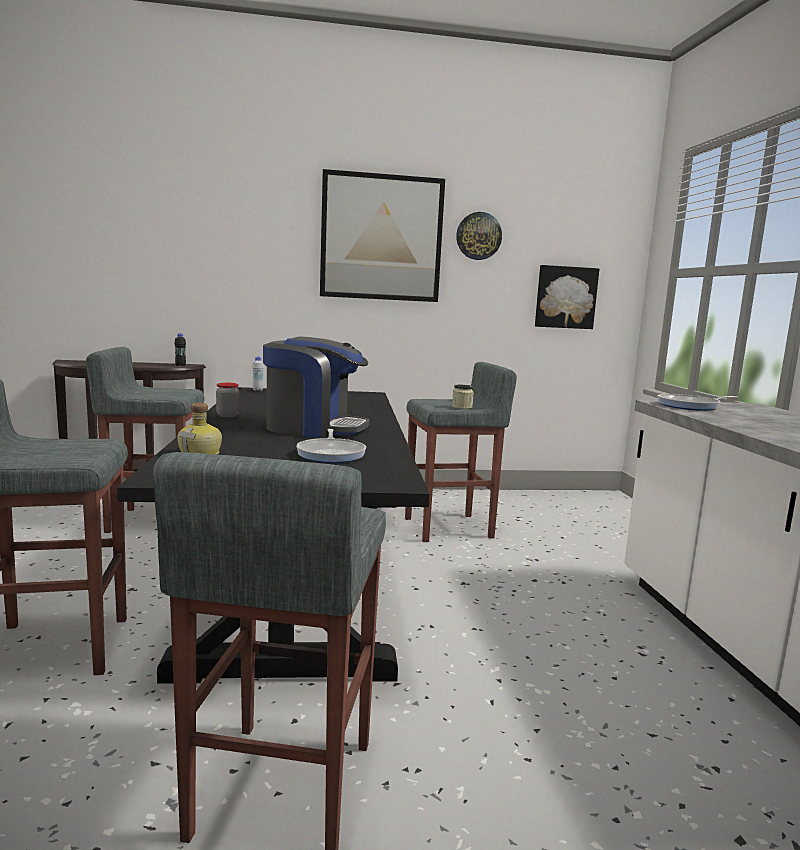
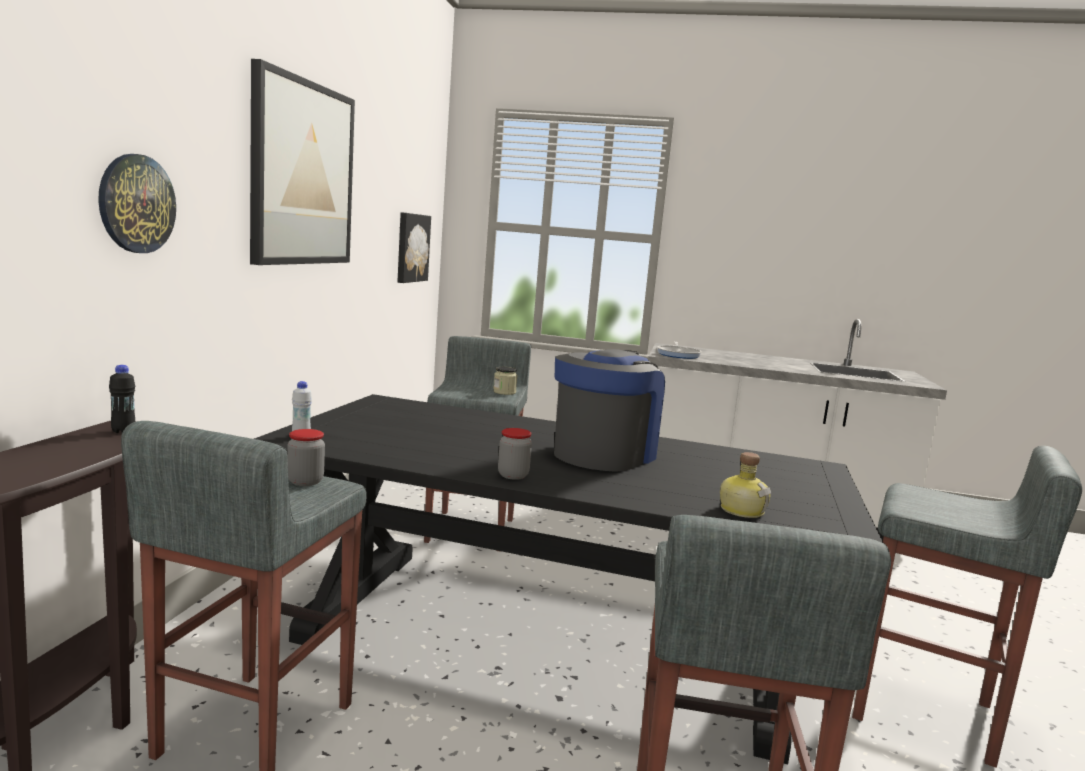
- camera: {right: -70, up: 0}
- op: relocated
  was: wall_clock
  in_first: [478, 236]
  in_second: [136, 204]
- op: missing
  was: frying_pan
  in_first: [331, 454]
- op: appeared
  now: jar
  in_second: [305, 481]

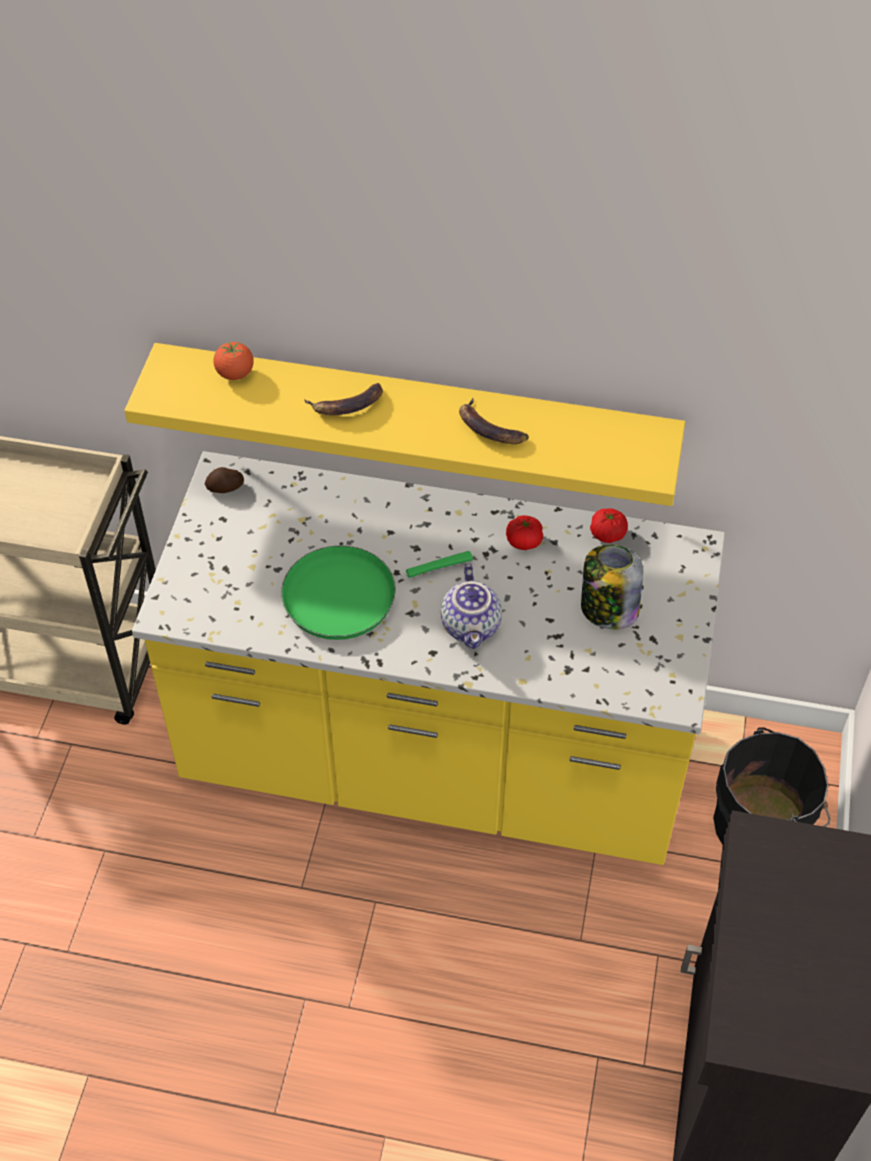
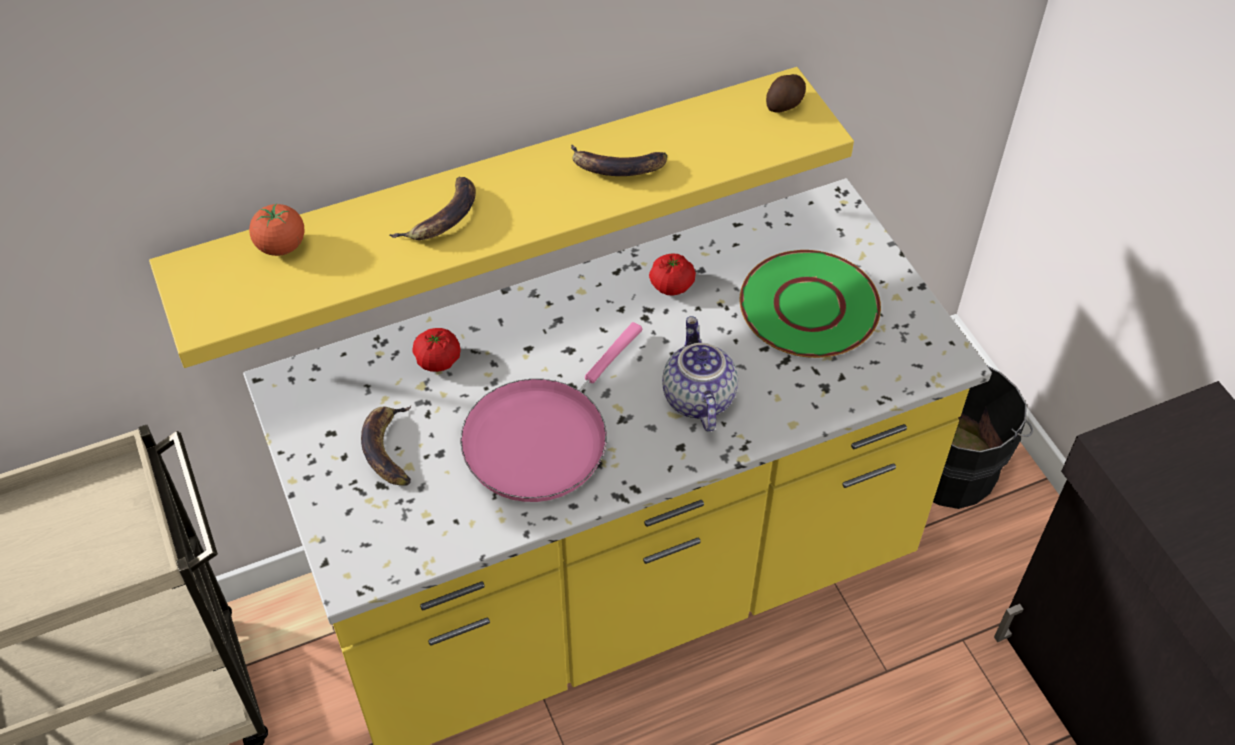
- camera: {right: -35, up: 0}
- op: relocated
  was: potato
  in_first: [225, 488]
  in_second: [786, 104]
- op: relocated
  was: tomato
  in_first: [607, 534]
  in_second: [438, 360]
- op: colour
  was: green_frying_pan
  now: pink_frying_pan
  in_first: [349, 595]
  in_second: [542, 437]
- op: exchanged
  was: jar
  now: green_plate
  in_first: [608, 609]
  in_second: [809, 307]
- op: spun
  was: teapot
  in_first: [472, 626]
  in_second: [696, 397]
  clockwise: -150
- op: appeared
  now: banana
  in_second: [389, 448]

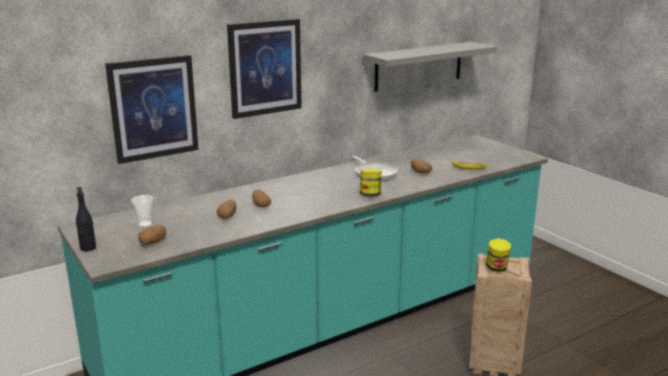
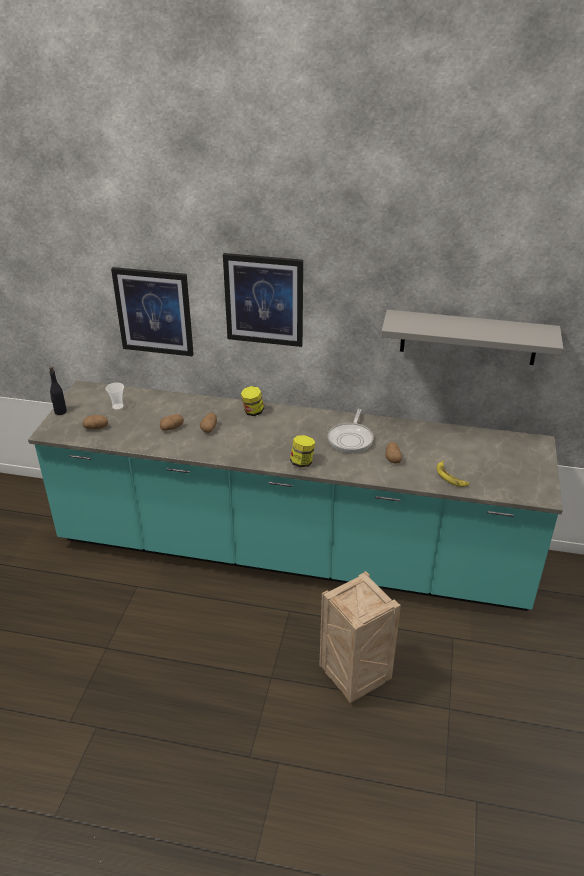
- camera: {right: 45, up: 15}
- op: relocated
  was: jar
  in_first: [497, 268]
  in_second: [253, 412]

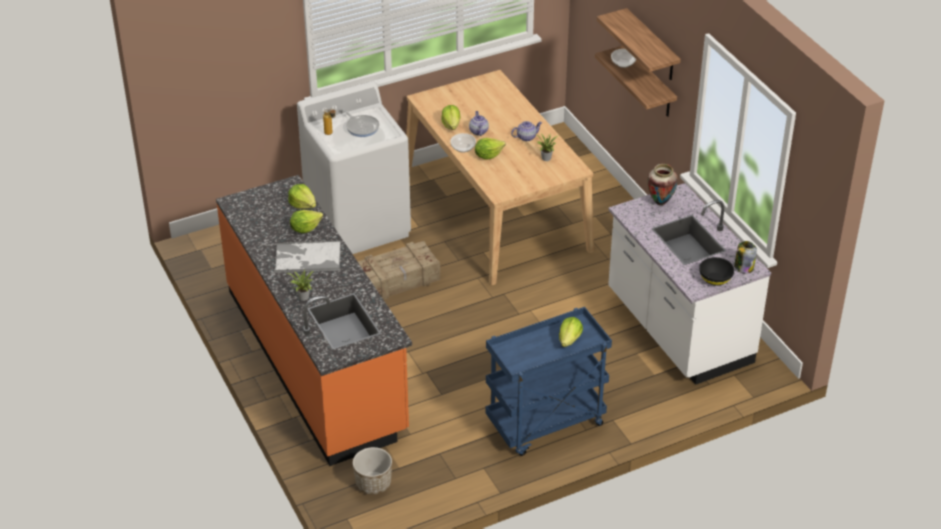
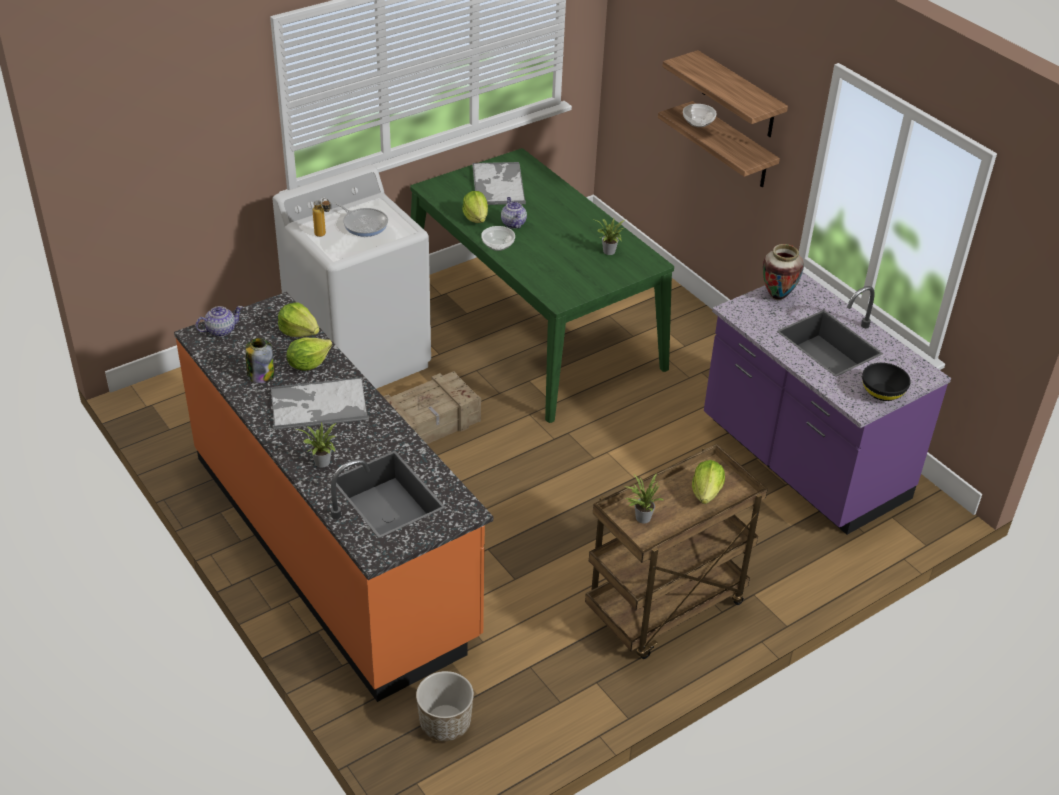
- camera: {right: -10, up: 0}
- op: colour
  was: beige_dining_table
  now: green_dining_table
  in_first: [496, 210]
  in_second: [533, 325]
- op: relocated
  was: teapot
  in_first: [526, 137]
  in_second: [220, 330]
- op: missing
  was: lettuce
  in_first: [488, 155]
- op: colour
  was: white_counter
  now: purple_counter
  in_first: [677, 329]
  in_second: [802, 462]
- op: relocated
  was: jar
  in_first: [743, 267]
  in_second: [260, 375]
- op: colour
  was: blue_cart
  now: brown_cart
  in_first: [545, 424]
  in_second: [665, 609]
- op: appeared
  now: tray
  in_second: [498, 184]
- op: appeared
  now: potted_plant
  in_second: [641, 517]

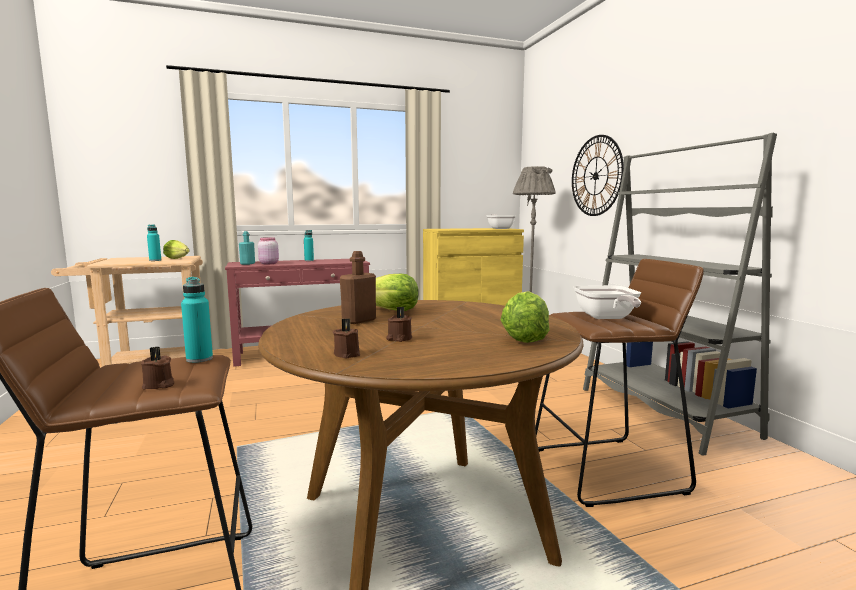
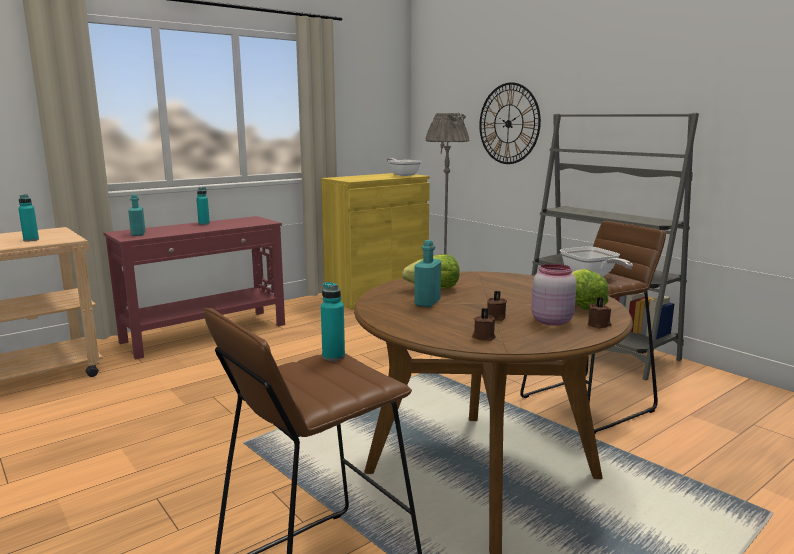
- camera: {right: -20, up: 5}
- op: relocated
  was: pink_jar
  in_first: [268, 263]
  in_second: [550, 321]
- op: missing
  was: lettuce
  in_first: [178, 259]
- op: colour
  was: brown_bottle
  now: turquoise_bottle
  in_first: [359, 320]
  in_second: [427, 303]
- op: relocated
  was: brown_candle
  in_first: [159, 385]
  in_second: [599, 325]

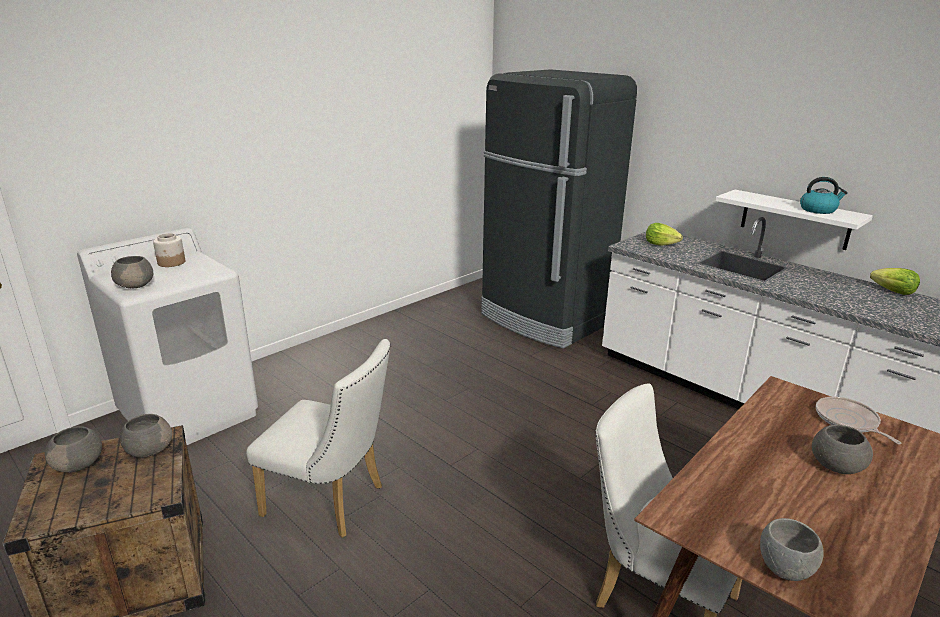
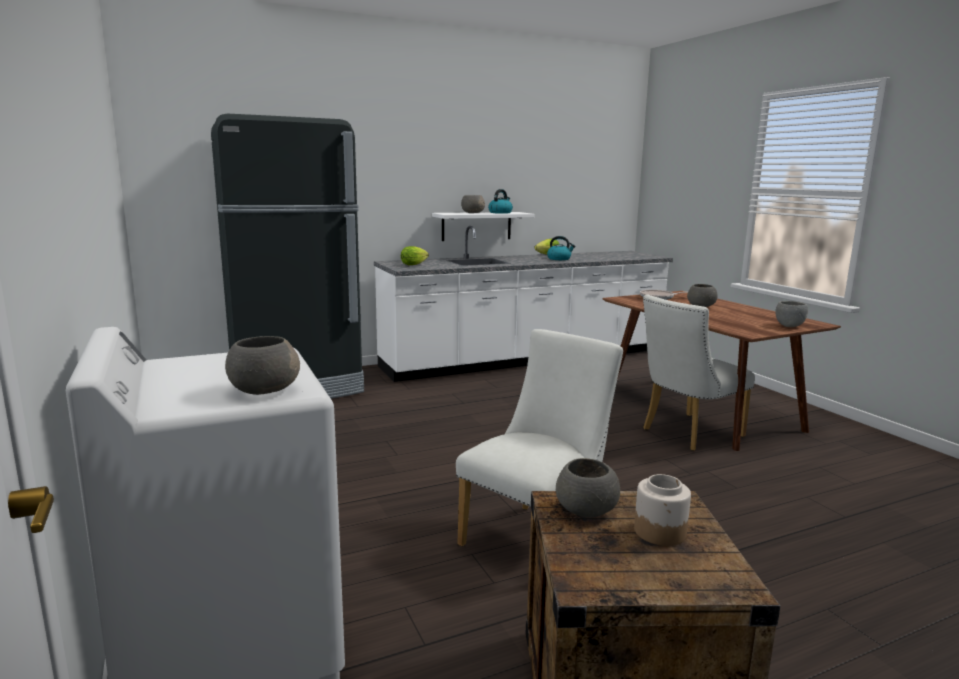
- camera: {right: -70, up: -10}
- op: relocated
  was: jar
  in_first: [171, 262]
  in_second: [660, 532]
- op: relocated
  was: grey_bowl
  in_first: [79, 464]
  in_second: [472, 213]
- op: appeared
  now: kettle
  in_second: [559, 259]

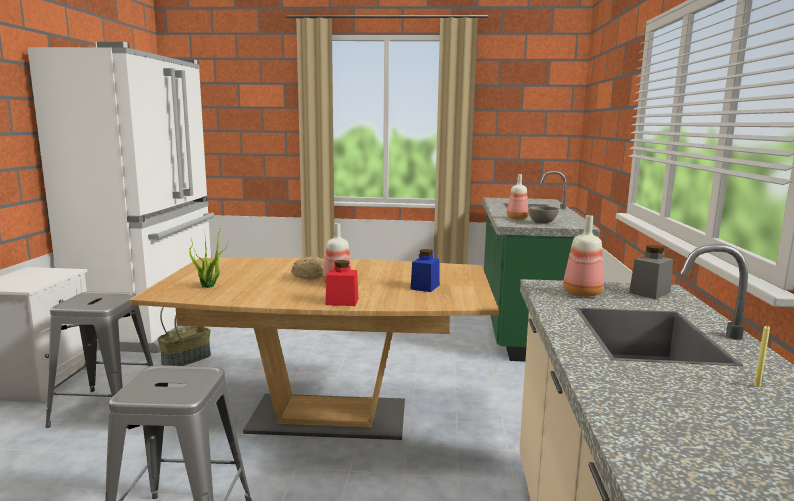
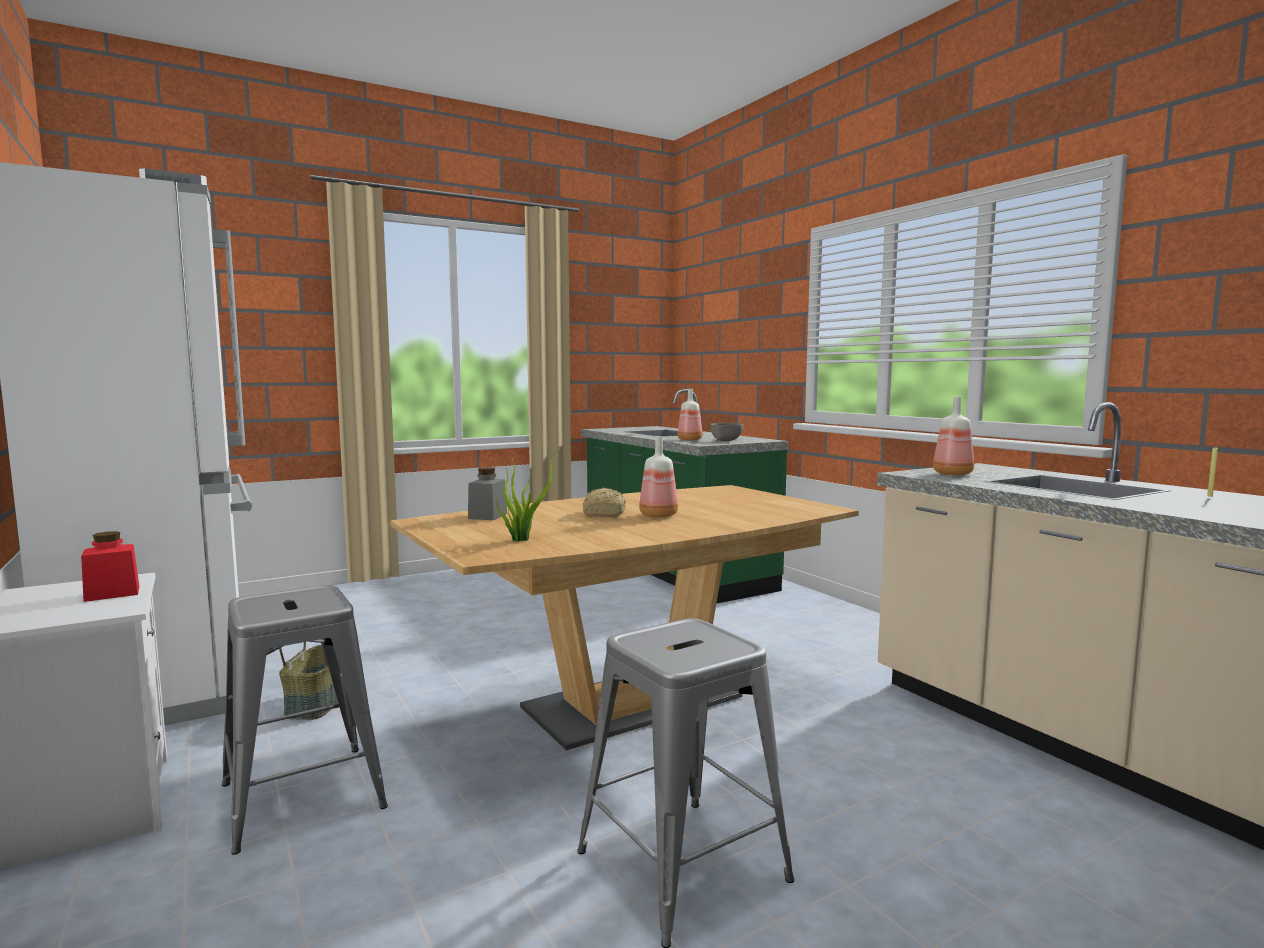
- camera: {right: -35, up: -5}
- op: relocated
  was: grey_jar
  in_first: [649, 292]
  in_second: [487, 516]
- op: missing
  was: blue_jar
  in_first: [425, 287]
- op: relocated
  was: red_jar
  in_first: [342, 302]
  in_second: [112, 593]

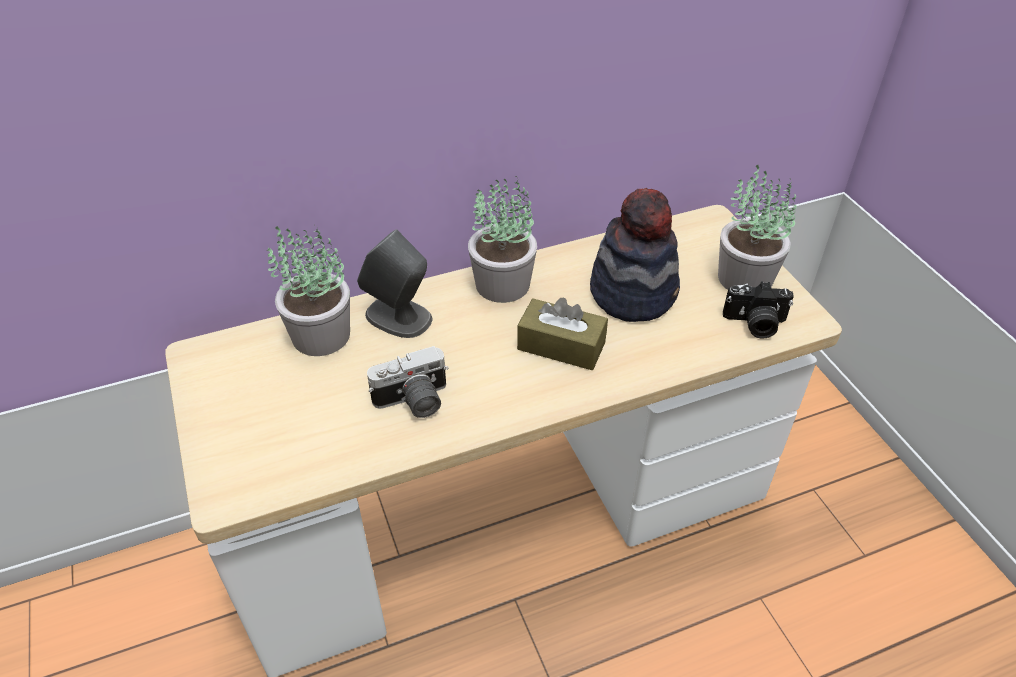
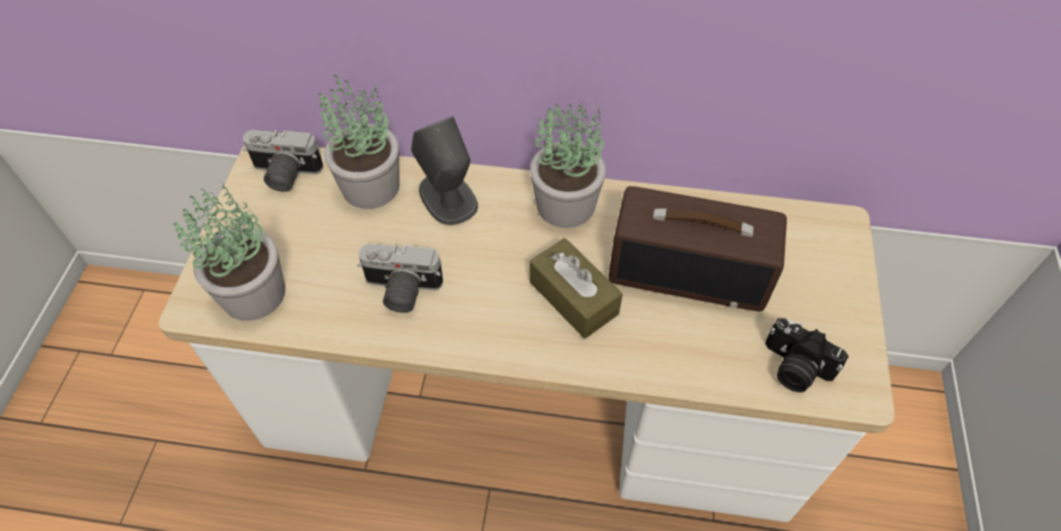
- camera: {right: 30, up: 10}
- op: relocated
  was: potted_plant
  in_first: [743, 278]
  in_second: [252, 292]
- op: exchanged
  was: hat
  now: radio
  in_first: [633, 292]
  in_second: [689, 271]
- op: appeared
  now: photo_camera
  in_second: [284, 175]

